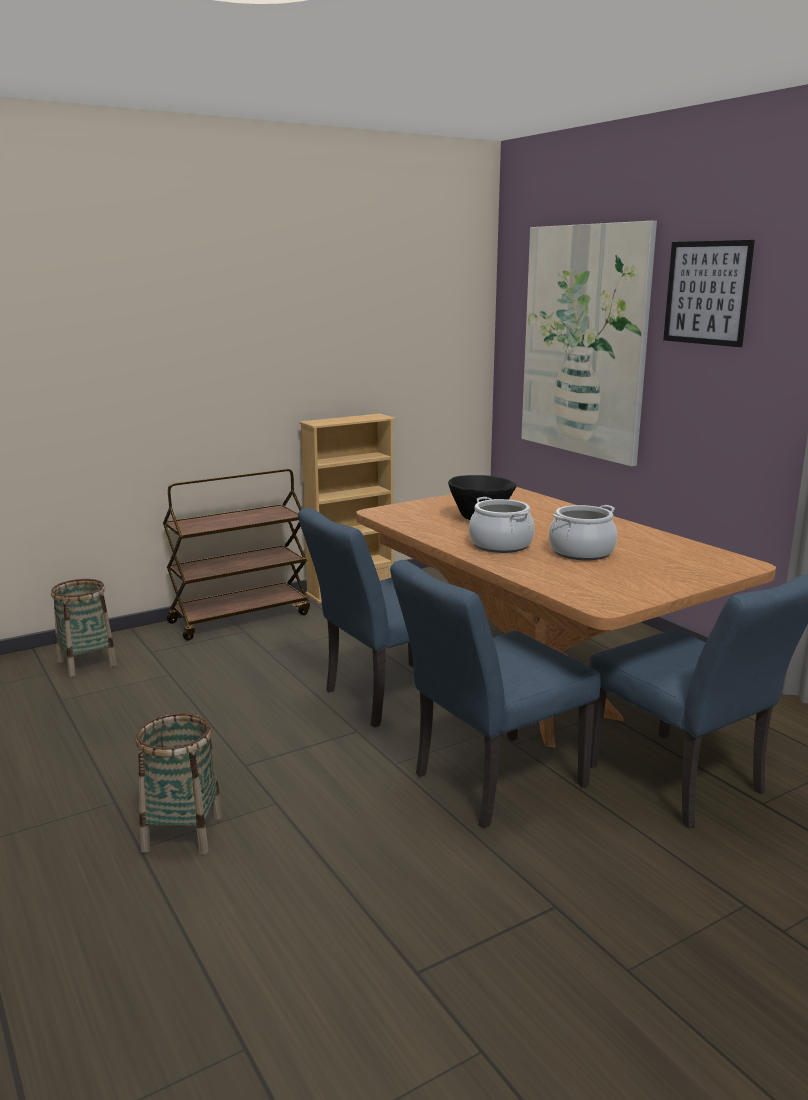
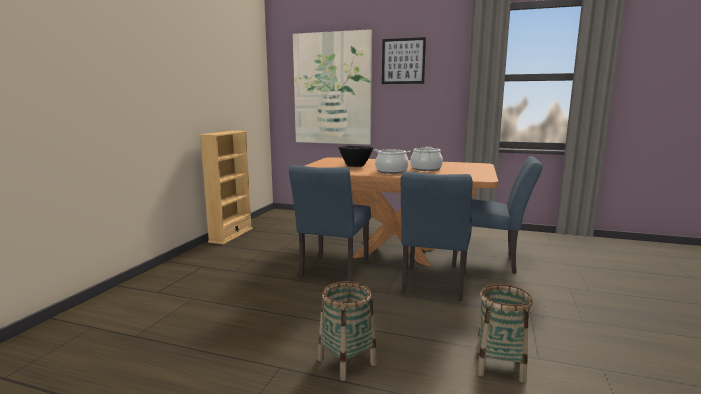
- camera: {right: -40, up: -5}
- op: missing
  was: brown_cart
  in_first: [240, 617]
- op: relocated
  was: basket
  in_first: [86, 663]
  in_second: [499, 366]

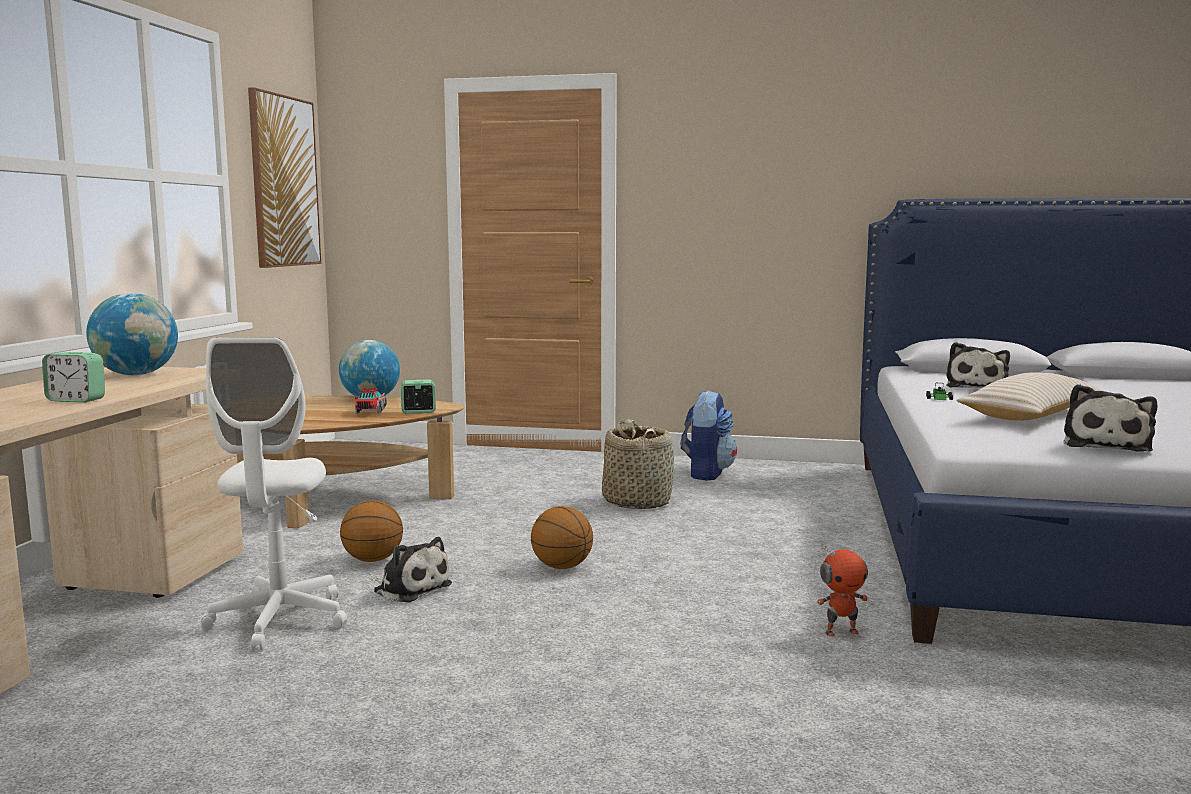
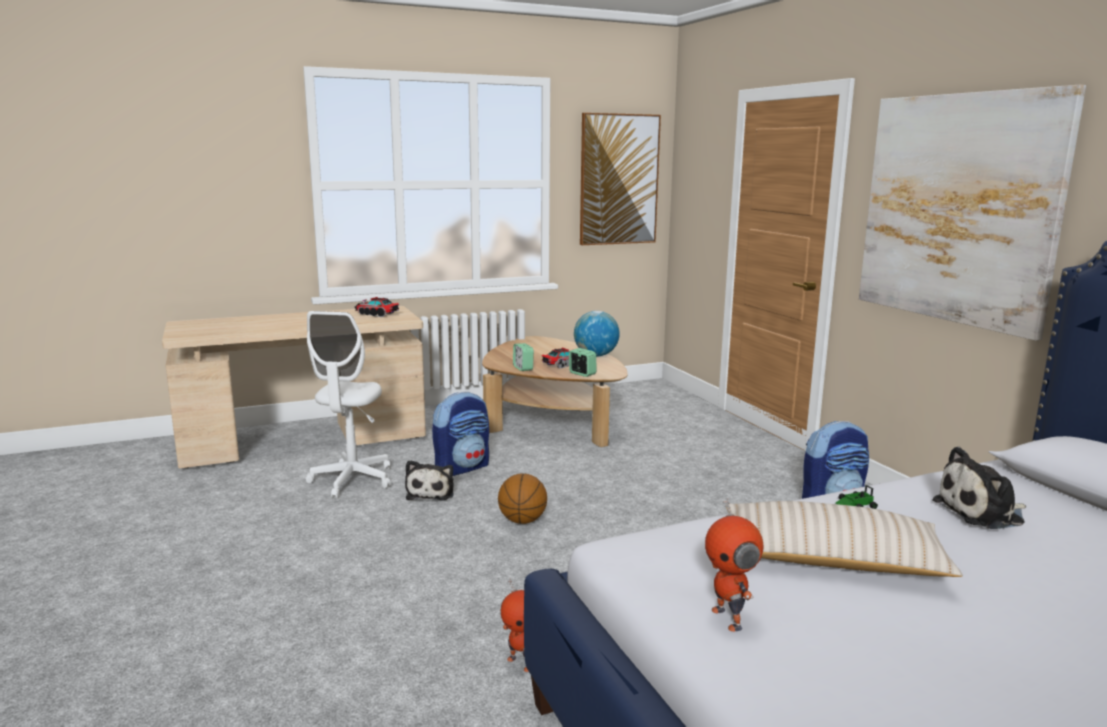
- camera: {right: 55, up: 5}
- op: exchanged
  was: globe
  now: toy_truck
  in_first: [136, 375]
  in_second: [377, 315]
- op: spun
  was: white_office_chair
  in_first: [280, 620]
  in_second: [352, 480]
  clockwise: -45
- op: relocated
  was: alarm_clock
  in_first: [76, 400]
  in_second: [523, 368]
- op: exchanged
  was: plush_toy
  now: toy_robot
  in_first: [1106, 445]
  in_second: [729, 618]
- op: missing
  was: basket
  in_first: [637, 501]
- op: exchanged
  was: basketball
  now: backpack
  in_first: [372, 560]
  in_second: [462, 467]
- op: appeared
  now: picture
  in_second: [957, 209]

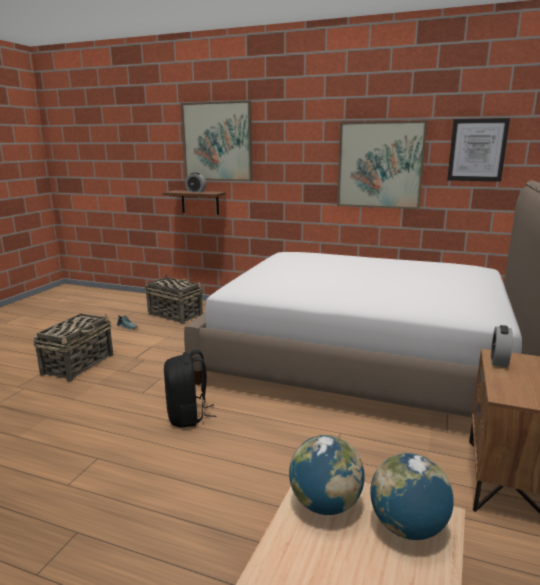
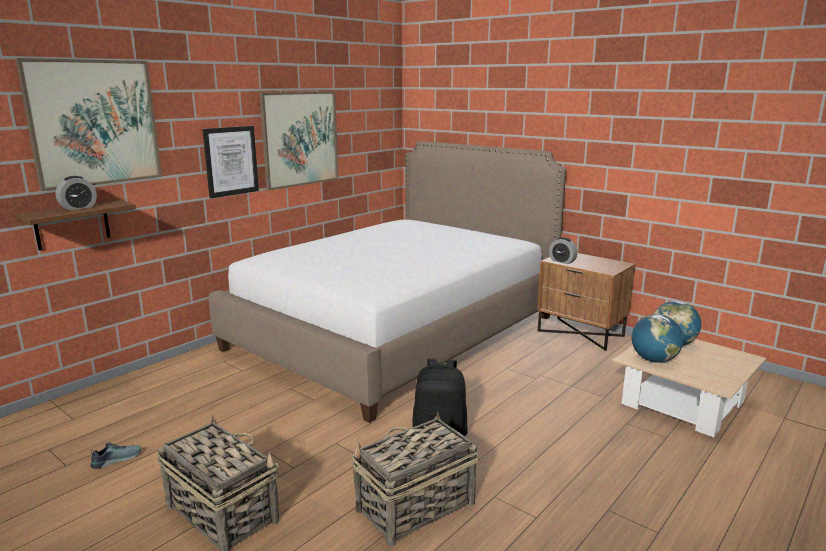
- camera: {right: -70, up: 0}
- op: relocated
  was: picture
  in_first: [477, 150]
  in_second: [231, 161]
- op: relocated
  was: basket
  in_first: [175, 315]
  in_second: [414, 507]

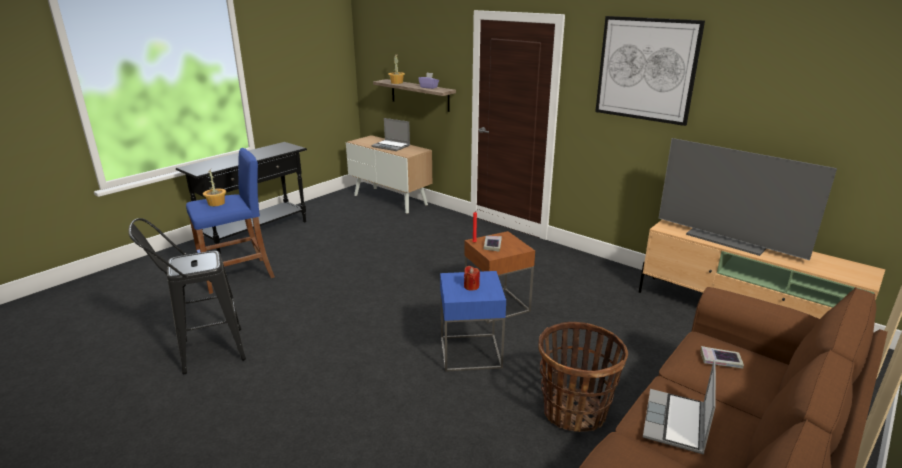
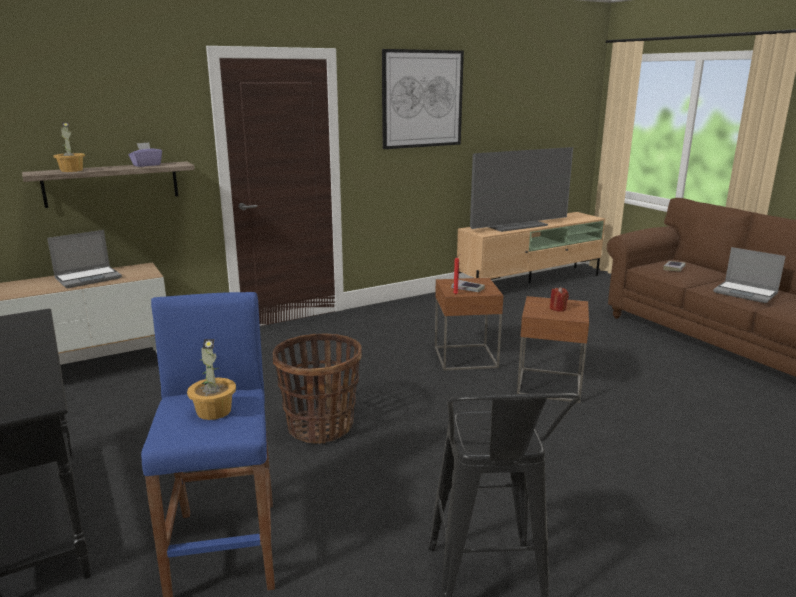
- camera: {right: -70, up: -5}
- op: colour
  was: blue_side_table
  now: brown_side_table
  in_first: [470, 352]
  in_second: [549, 385]
- op: relocated
  was: basket
  in_first: [574, 411]
  in_second: [320, 427]

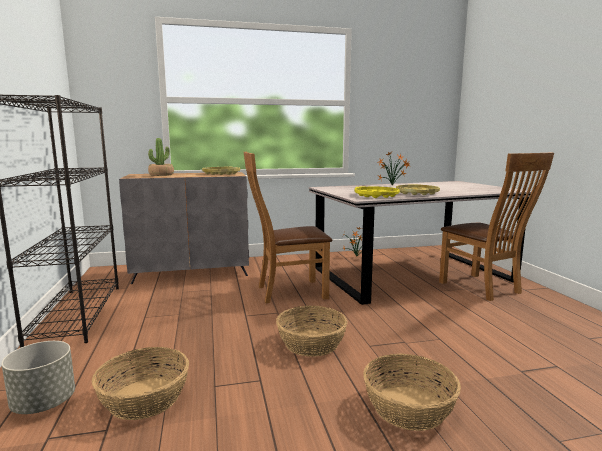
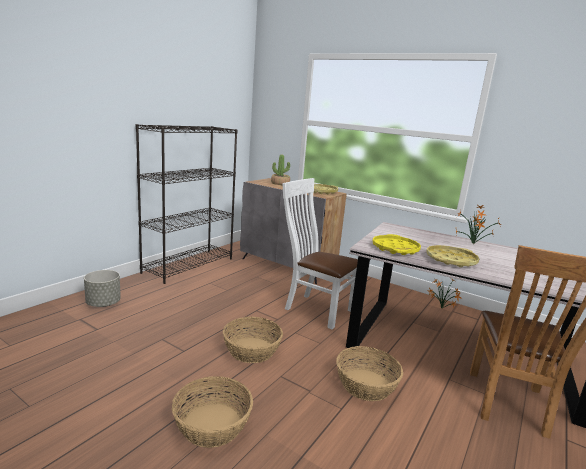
- camera: {right: 45, up: 5}
- op: colour
  was: brown_chair
  now: white_chair
  in_first: [287, 292]
  in_second: [315, 309]
- op: relocated
  was: basket
  in_first: [144, 398]
  in_second: [366, 384]

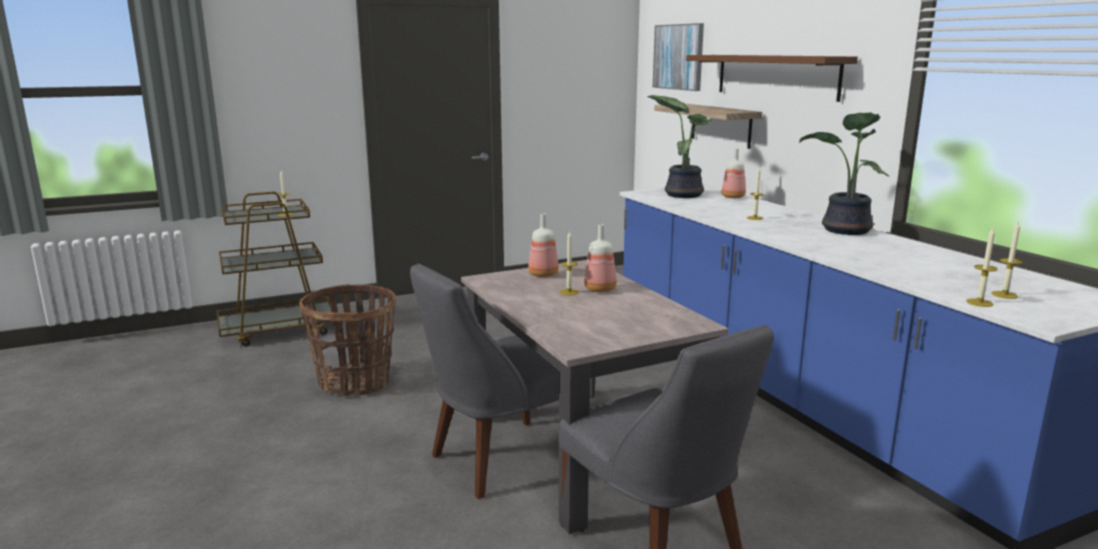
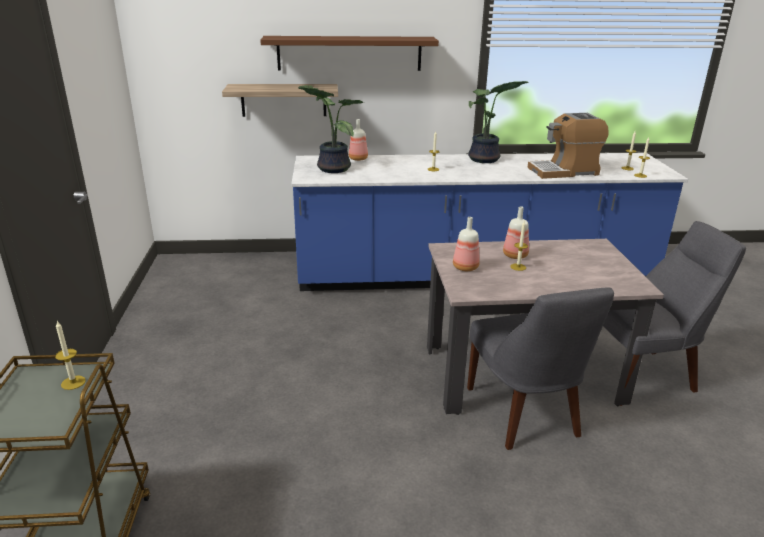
- camera: {right: -70, up: 10}
- op: missing
  was: picture
  in_first: [678, 57]
- op: missing
  was: basket
  in_first: [355, 383]
- op: appeared
  now: coffee_machine
  in_second: [564, 171]

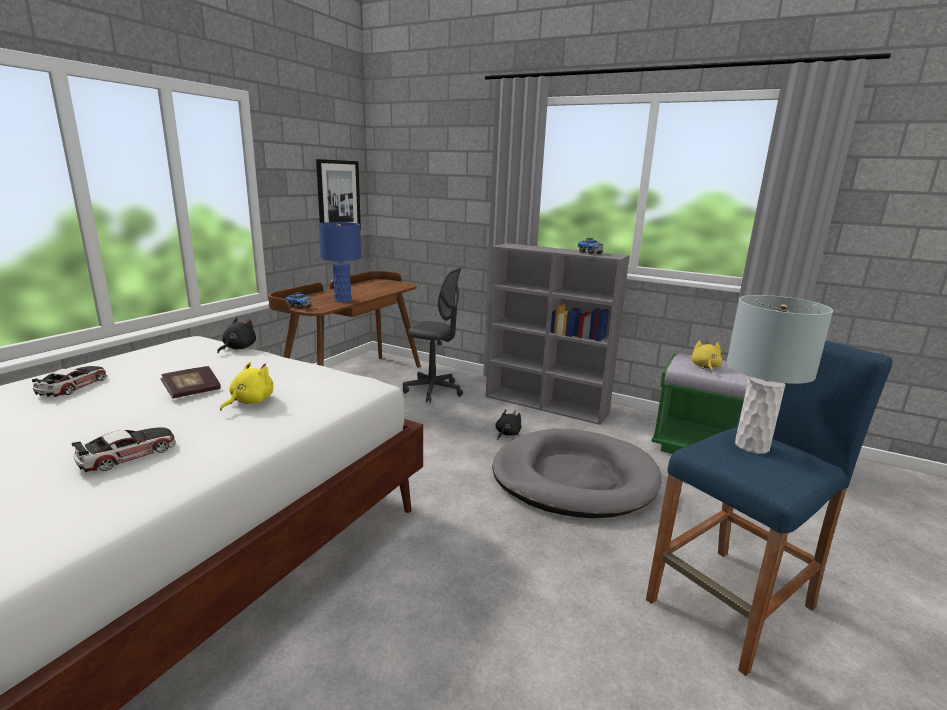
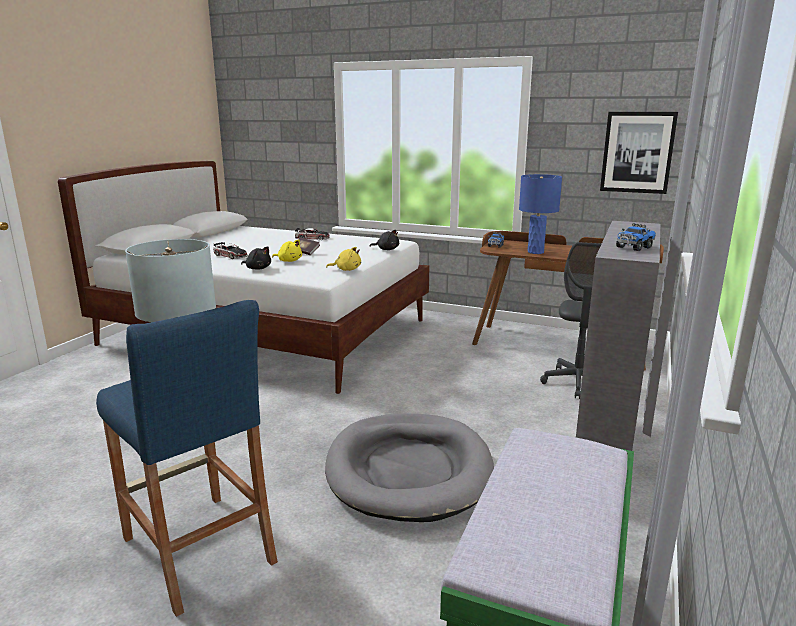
- camera: {right: 85, up: 0}
- op: relocated
  was: yellow_plush_toy
  in_first: [705, 367]
  in_second: [346, 270]
- op: relocated
  was: black_plush_toy
  in_first: [507, 434]
  in_second: [257, 268]

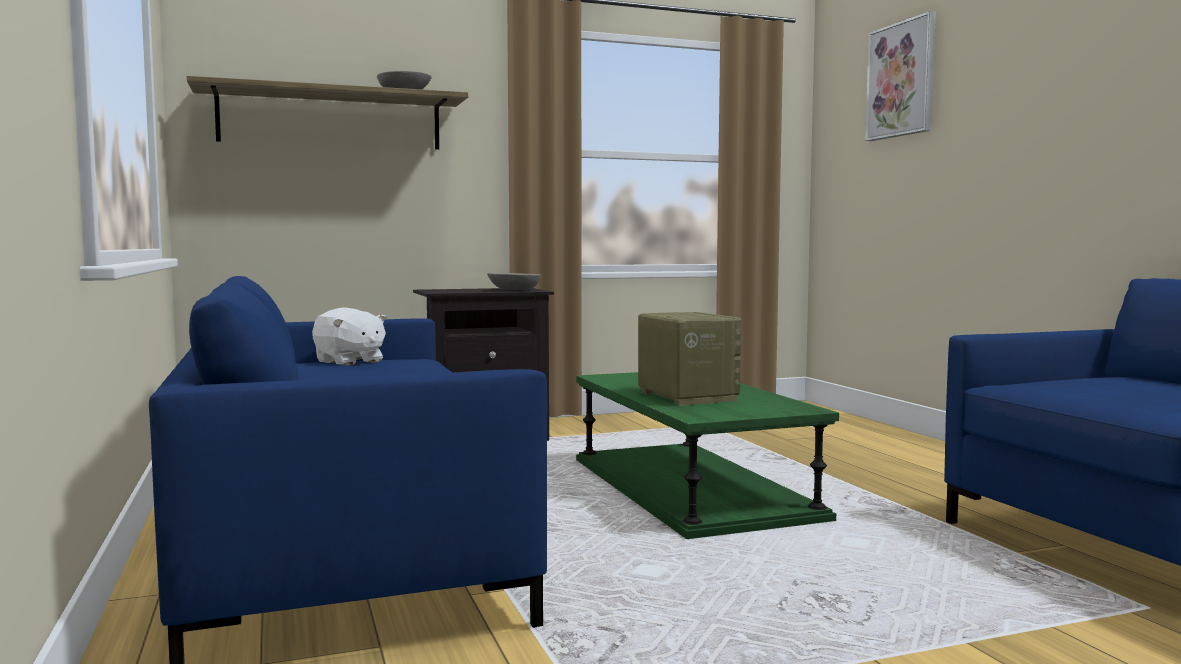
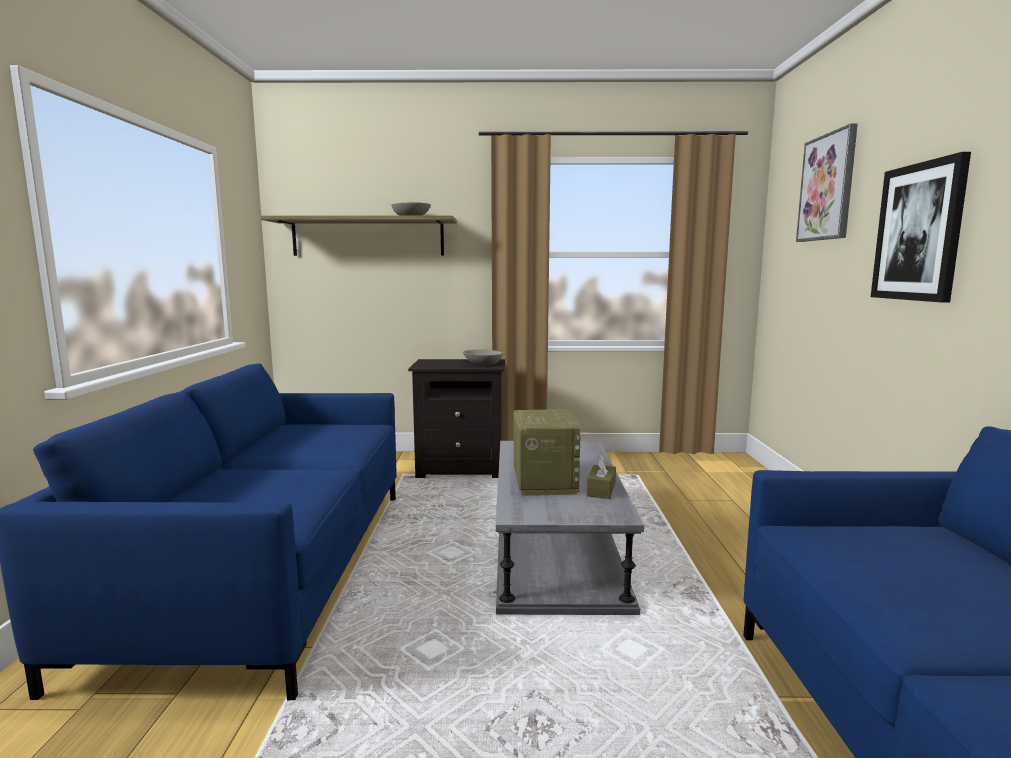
- camera: {right: 20, up: 5}
- op: missing
  was: white_plush_toy
  in_first: [349, 362]
- op: colour
  was: green_coffee_table
  now: grey_coffee_table
  in_first: [688, 487]
  in_second: [556, 548]
- op: appeared
  now: picture
  in_second: [919, 232]
- op: appeared
  now: brown_tissue_box
  in_second: [601, 490]

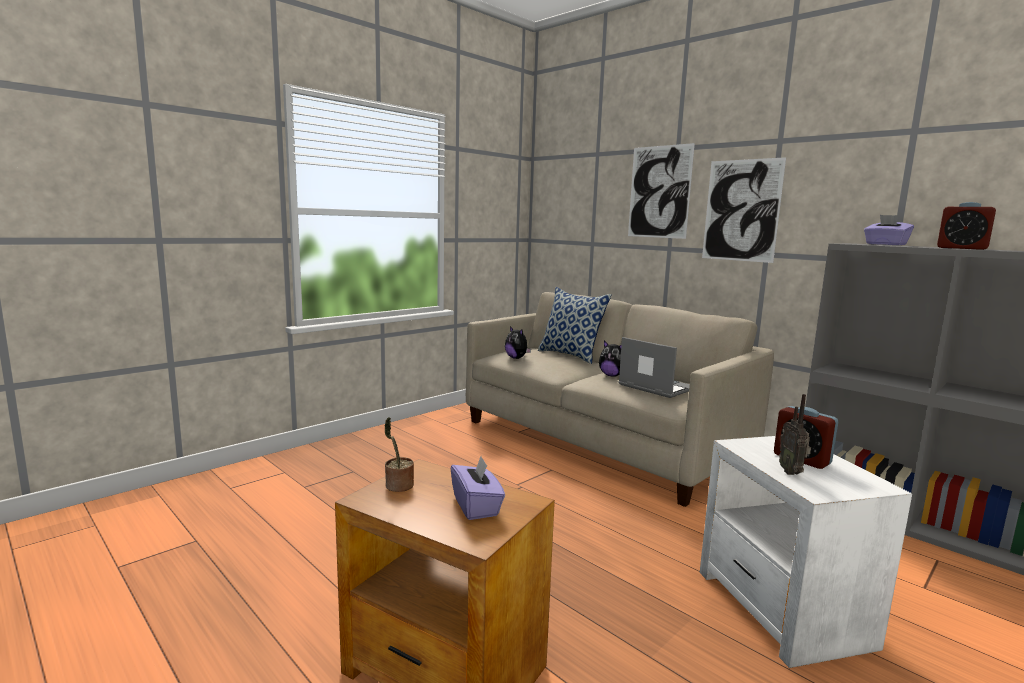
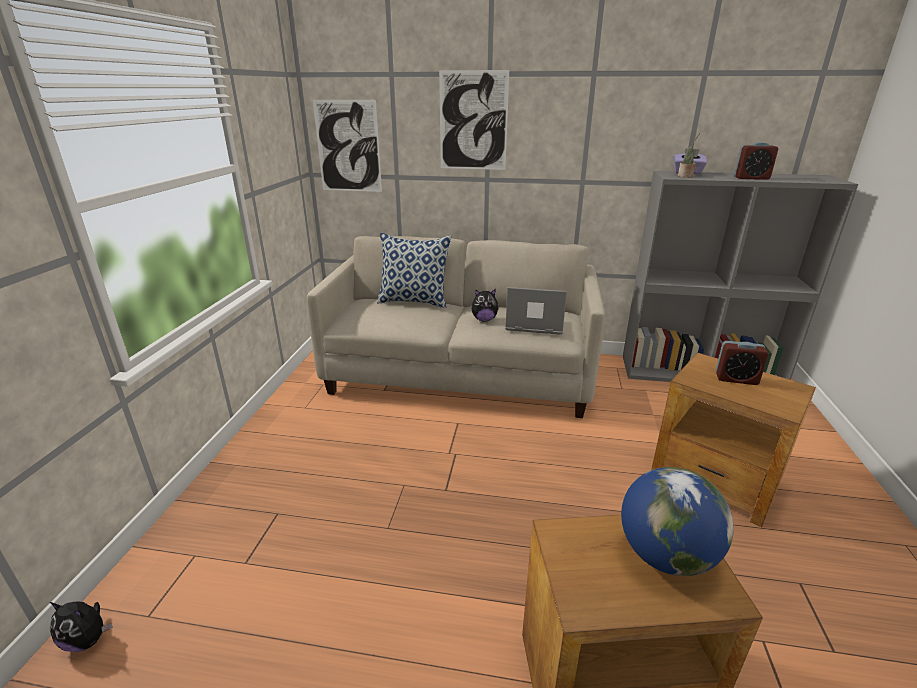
- camera: {right: -35, up: 15}
- op: relocated
  was: picture
  in_first: [741, 210]
  in_second: [348, 147]
- op: relocated
  was: plush_toy
  in_first: [517, 358]
  in_second: [88, 639]
- op: missing
  was: radio
  in_first: [791, 472]
- op: relocated
  was: potted_plant
  in_first: [398, 486]
  in_second: [685, 176]
- op: colour
  was: white_side_table
  now: brown_side_table
  in_first: [782, 608]
  in_second: [714, 481]
- op: exchanged
  was: purple_tissue_box
  now: globe
  in_first: [476, 506]
  in_second: [665, 555]

